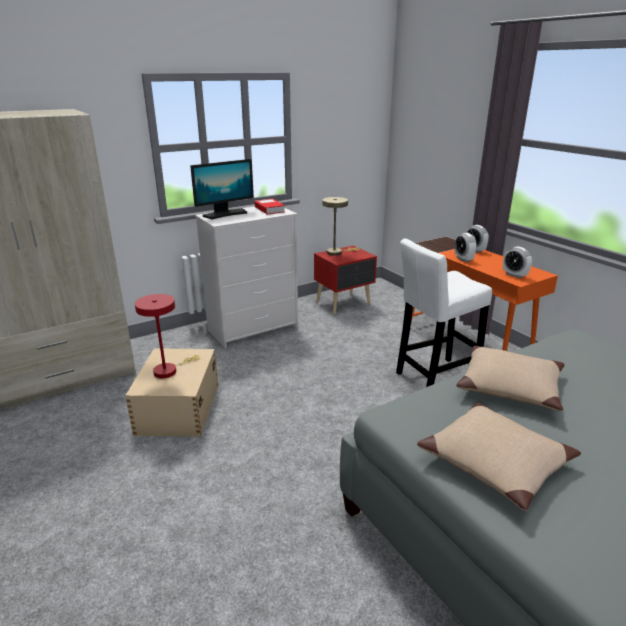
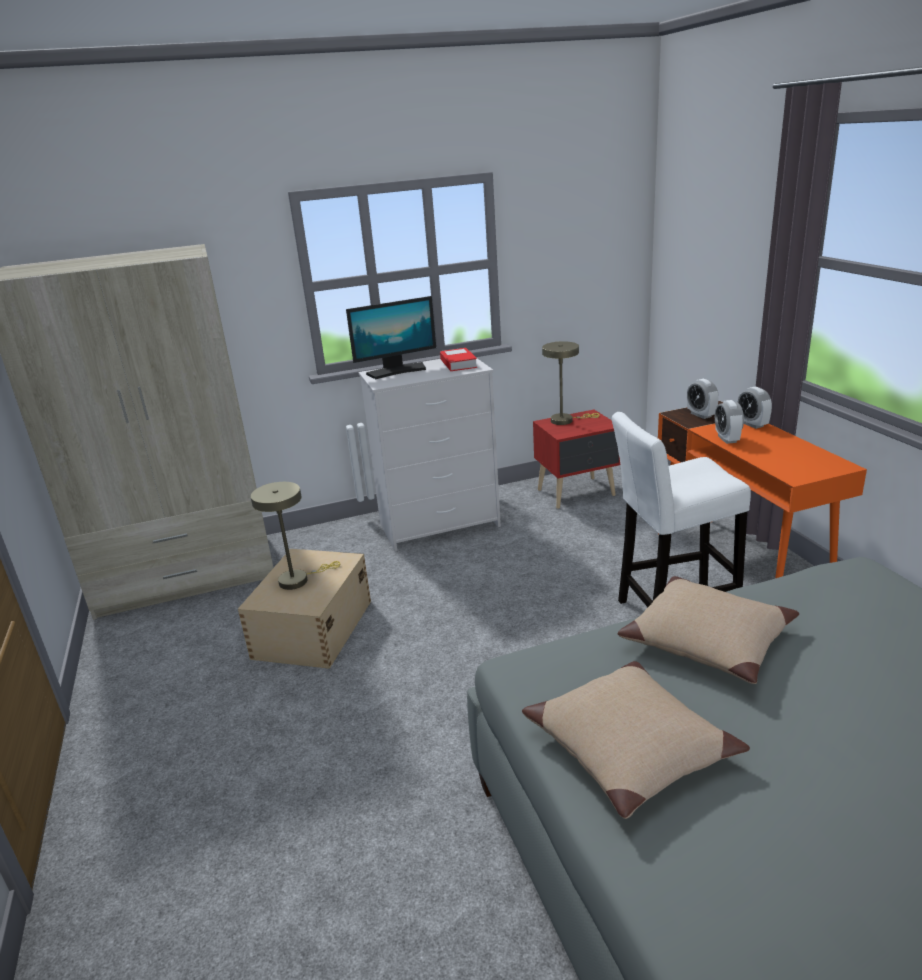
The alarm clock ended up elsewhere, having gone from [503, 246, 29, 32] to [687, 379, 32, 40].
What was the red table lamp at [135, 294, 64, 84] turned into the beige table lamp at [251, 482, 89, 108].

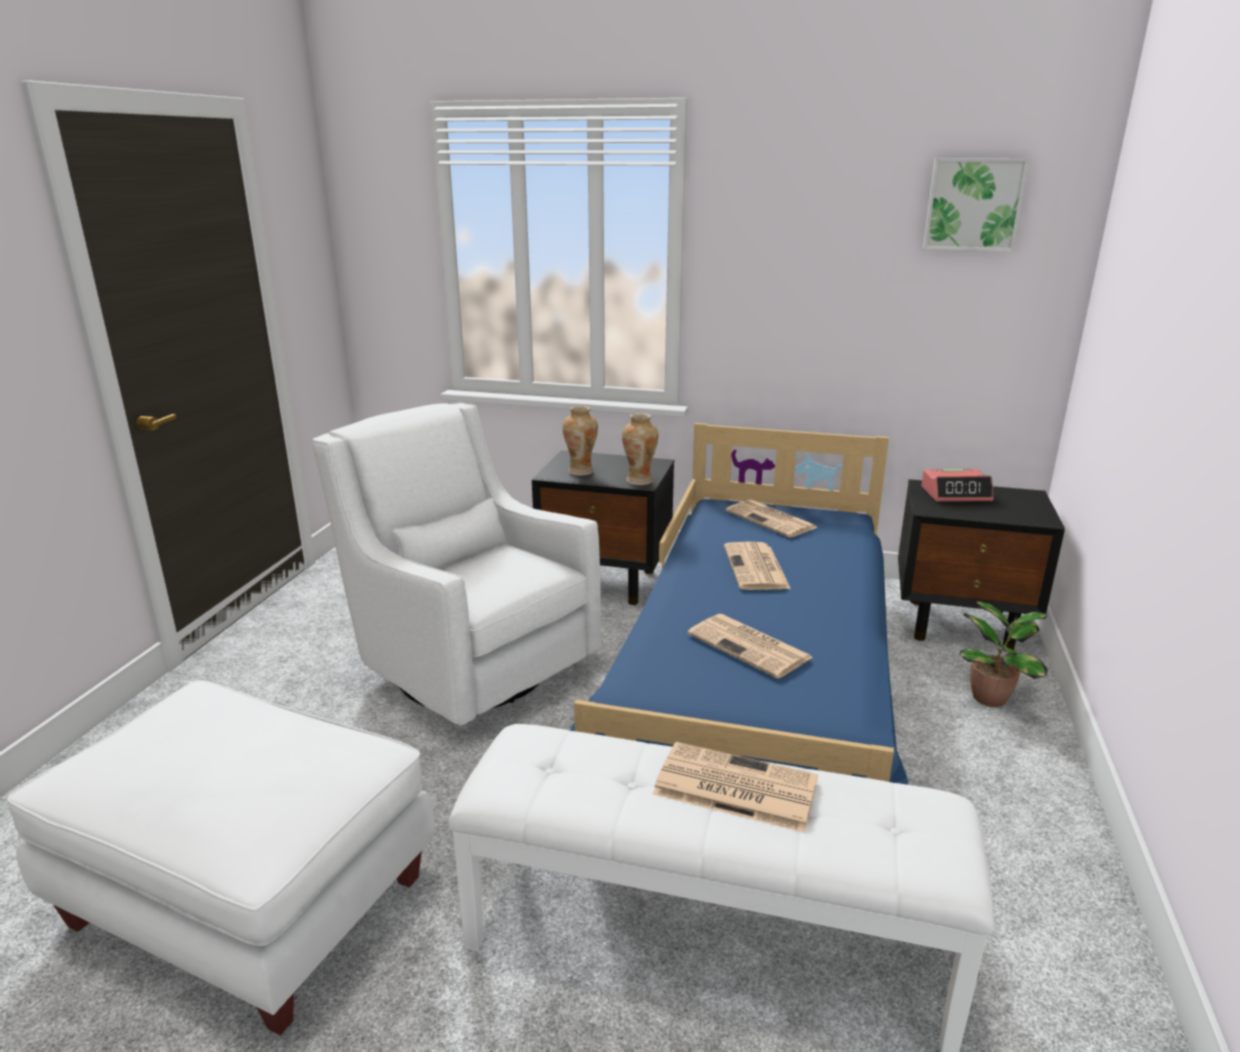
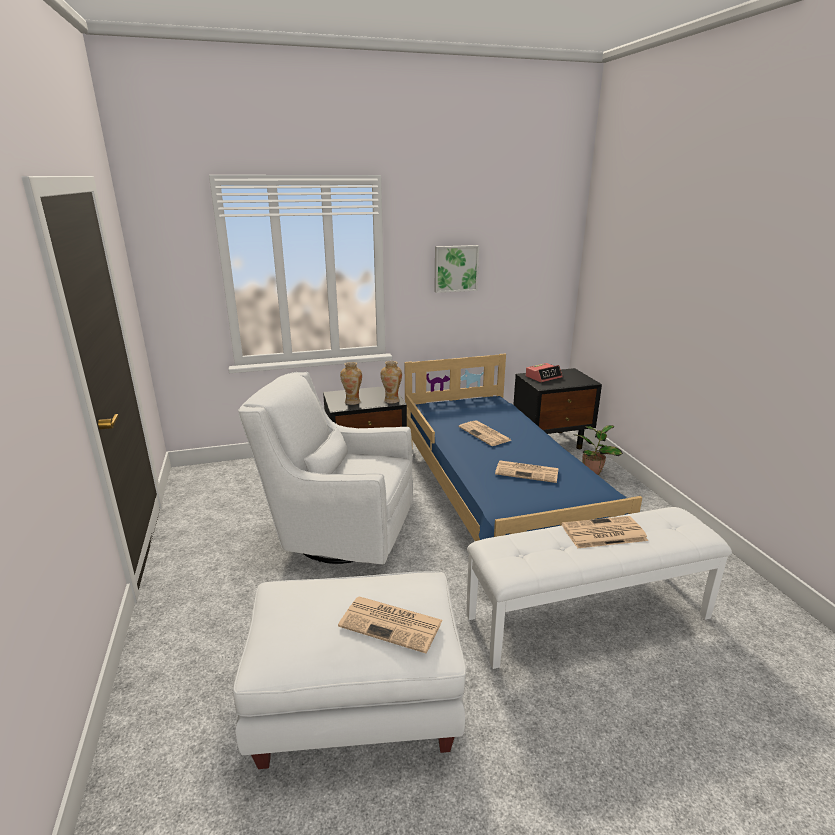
The newspaper ended up elsewhere, having gone from [726, 499, 91, 39] to [338, 597, 105, 56].
The picture ended up elsewhere, having gone from [923, 158, 106, 94] to [434, 245, 45, 48].

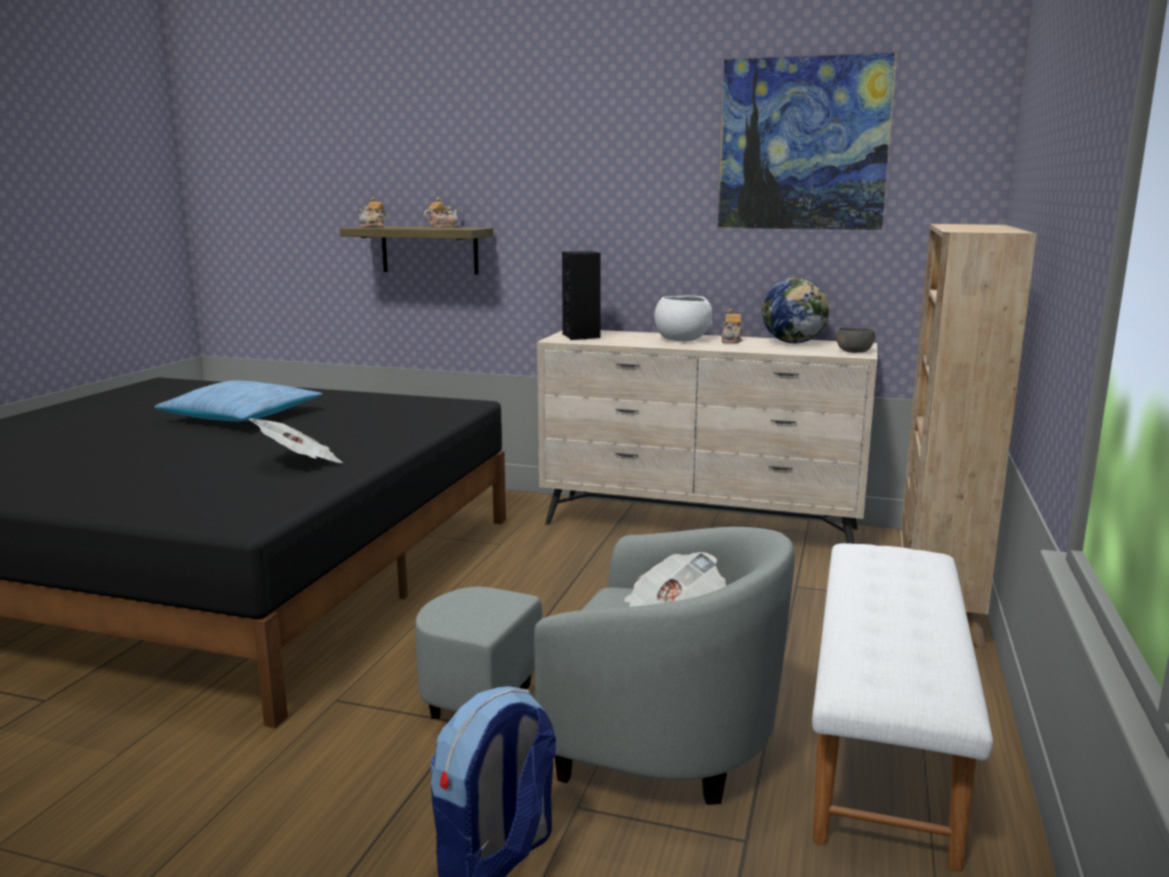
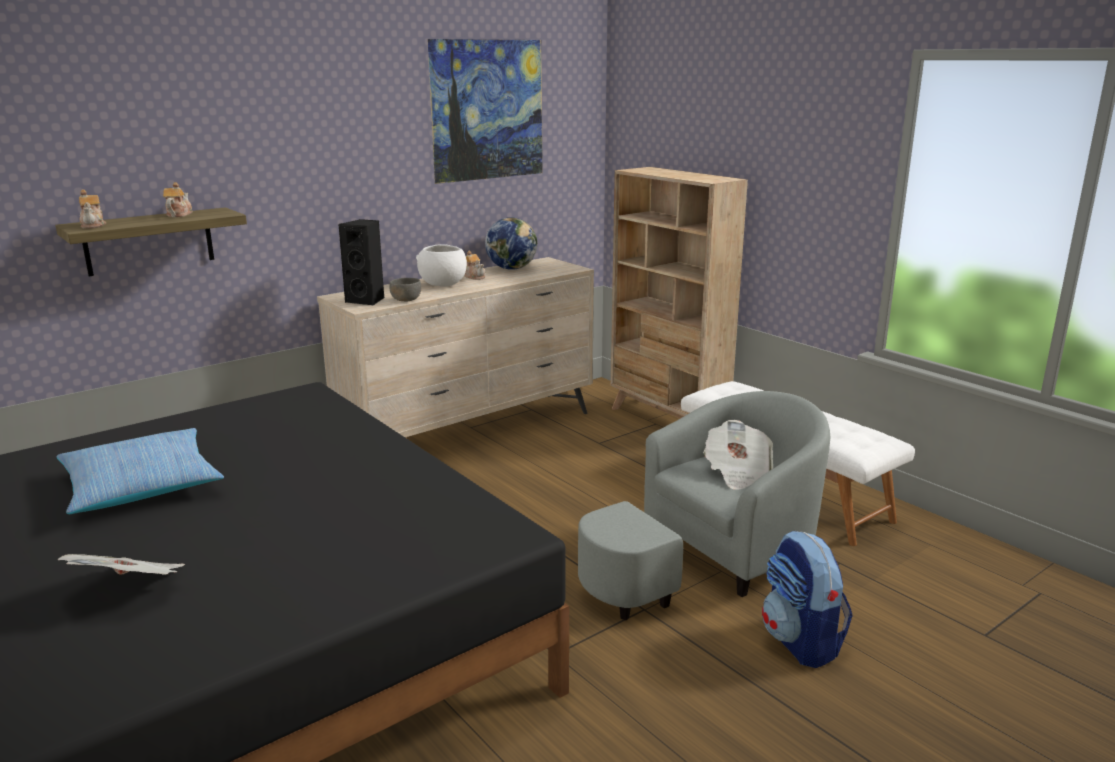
The newspaper ended up elsewhere, having gone from [249, 418, 94, 45] to [58, 554, 127, 21].
The grey bowl ended up elsewhere, having gone from [836, 327, 39, 26] to [389, 278, 32, 23].

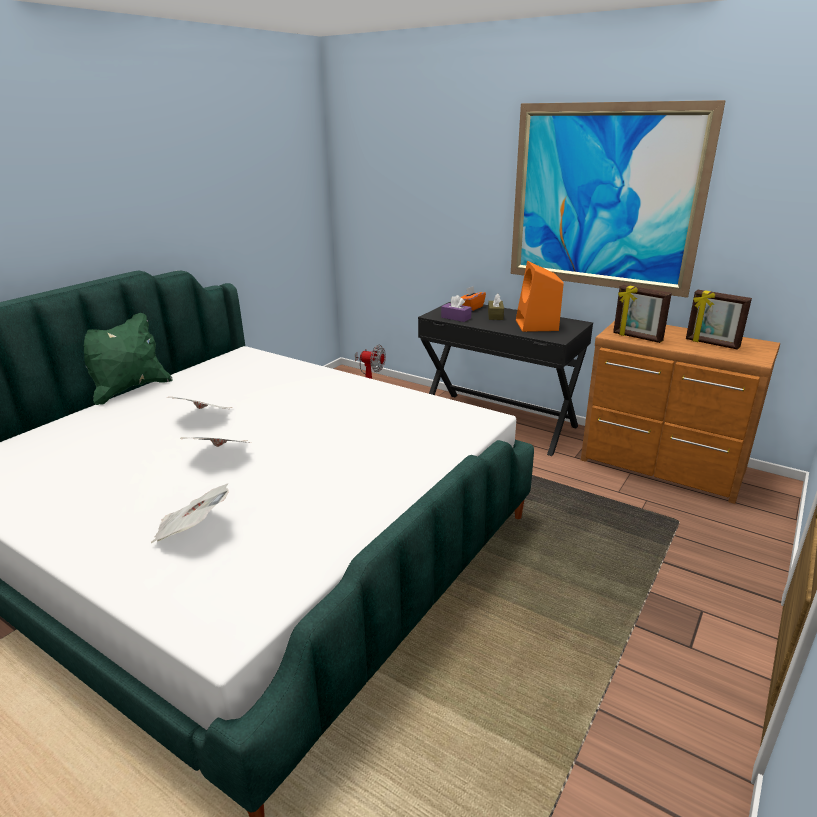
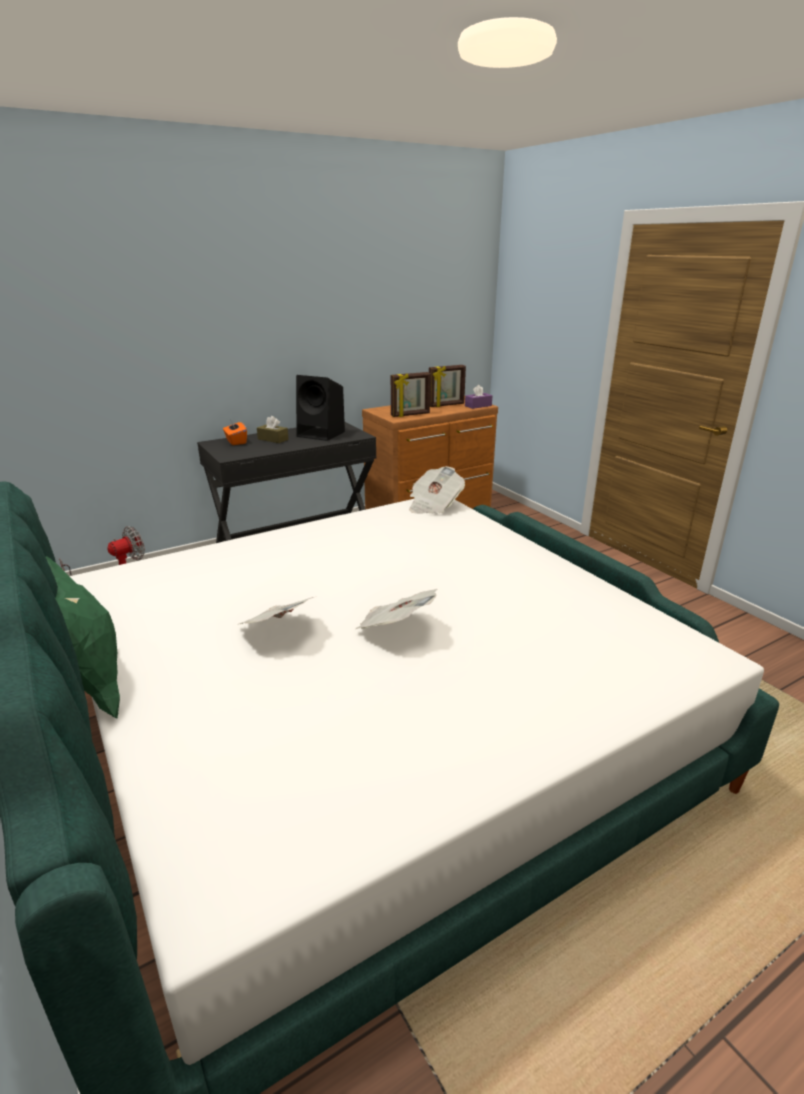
The second view lost the picture at [511, 100, 215, 198].
The newspaper ended up elsewhere, having gone from [150, 483, 79, 61] to [409, 466, 56, 48].
The purple tissue box ended up elsewhere, having gone from [441, 295, 31, 27] to [465, 385, 27, 24].
What was the orange speaker at [516, 261, 48, 71] turned into the black speaker at [296, 375, 49, 66].

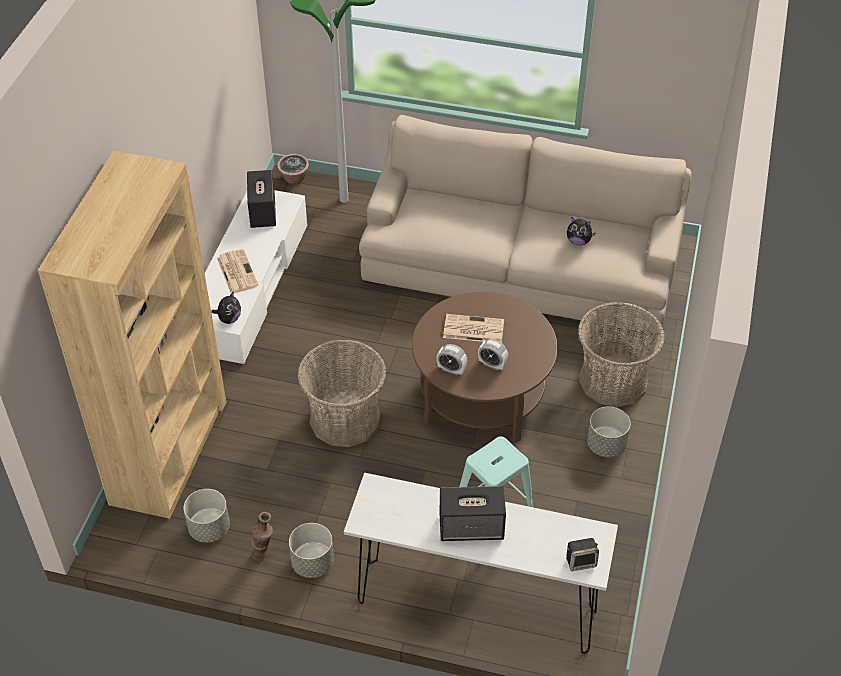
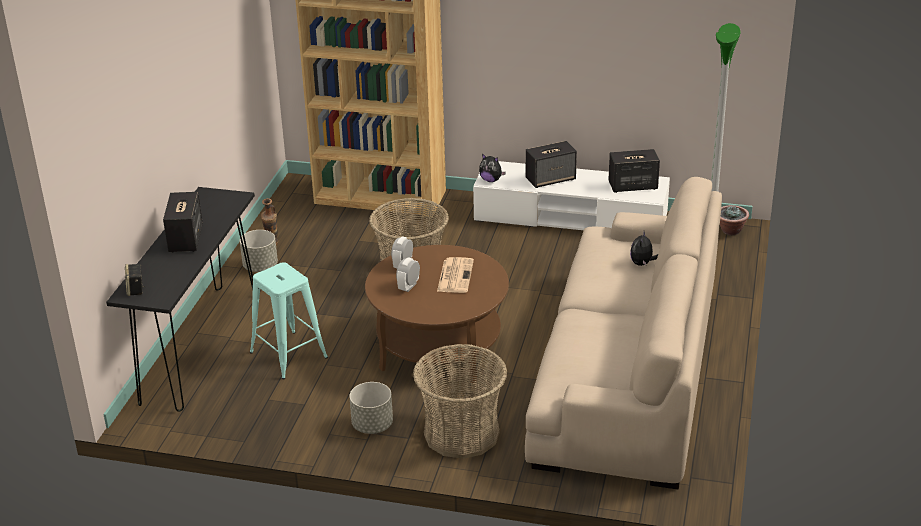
The second view lost the grey planter at [184, 489, 46, 54].
The plush toy ended up elsewhere, having gone from [567, 218, 28, 27] to [630, 231, 28, 35].
Where the newspaper stood at [217, 249, 42, 44], the speaker came to stand at [526, 141, 51, 47].
What was the white console table at [344, 473, 274, 181] turned into the black console table at [106, 187, 149, 225].

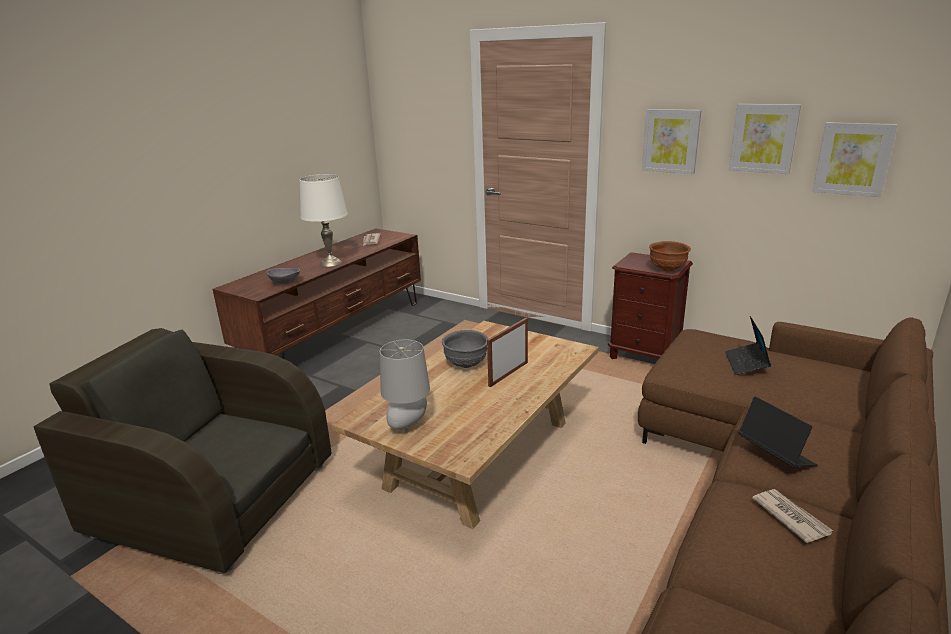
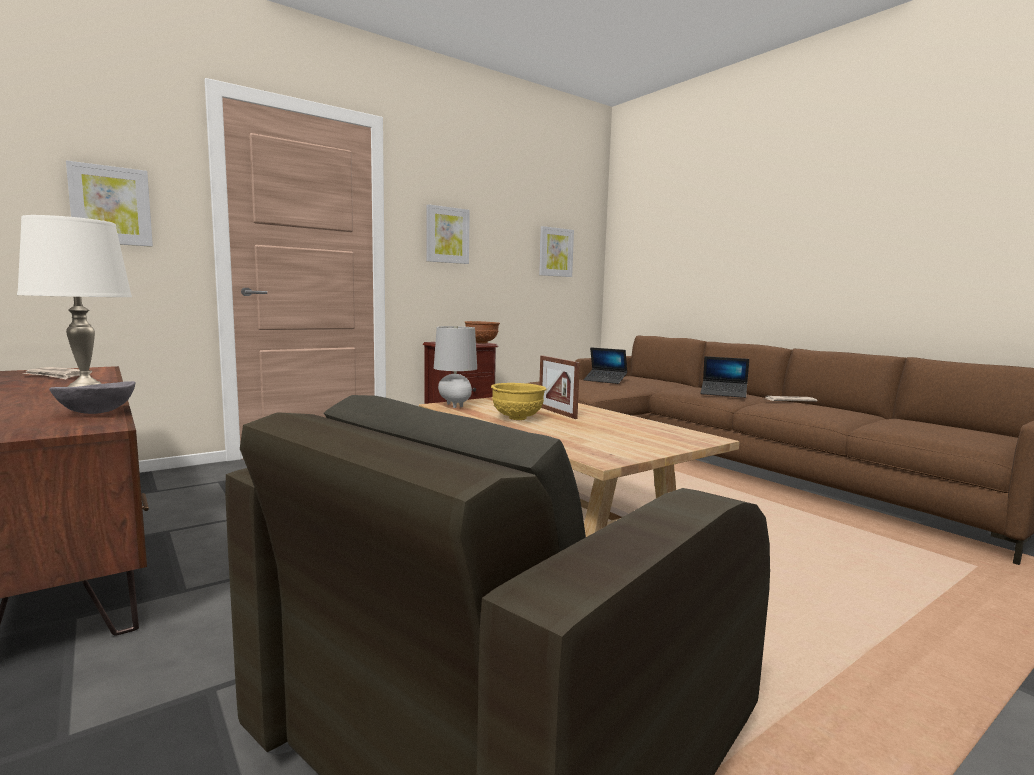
The grey table lamp ended up elsewhere, having gone from [380, 340, 50, 93] to [434, 326, 43, 82].
The picture ended up elsewhere, having gone from [729, 104, 72, 70] to [66, 160, 87, 87].
What was the grey bowl at [442, 330, 46, 38] turned into the yellow bowl at [491, 383, 55, 37].
The laptop at [738, 396, 80, 71] ended up facing another way, 150 degrees counterclockwise from before.

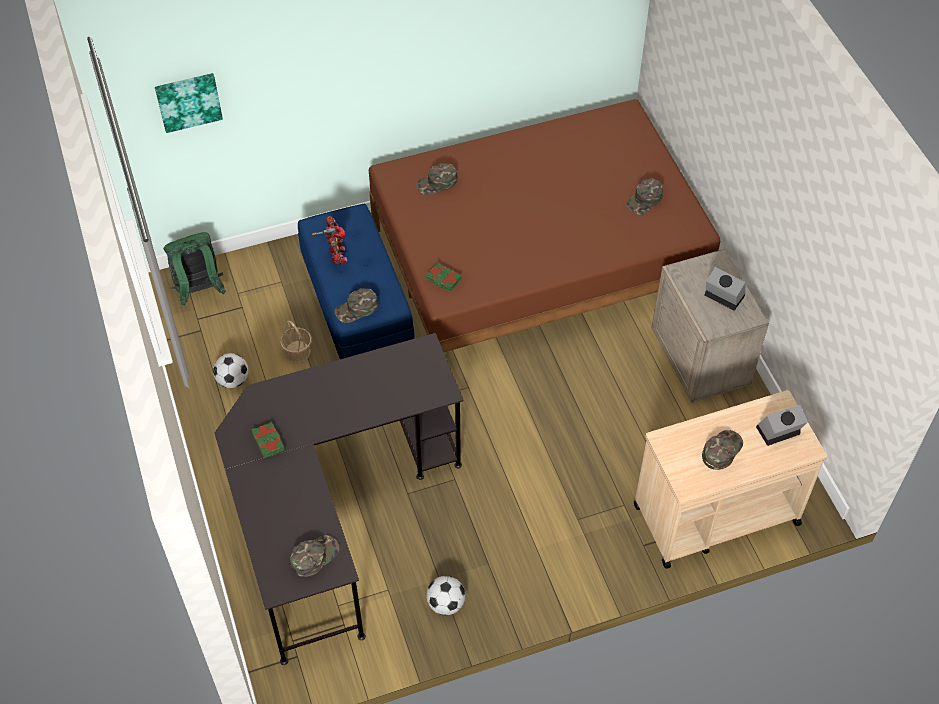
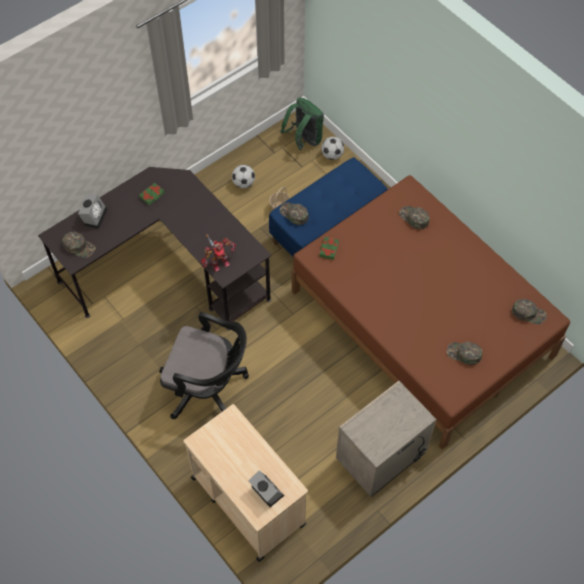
The second view lost the picture at [155, 73, 68, 60].
The second view gained the black office chair at [159, 312, 90, 107].
The toy robot ended up elsewhere, having gone from [312, 216, 36, 49] to [201, 234, 35, 38].
The football ended up elsewhere, having gone from [426, 576, 39, 39] to [321, 137, 23, 23].
The green cap ended up elsewhere, having gone from [702, 430, 41, 40] to [512, 299, 35, 25].
The alarm clock ended up elsewhere, having gone from [704, 267, 42, 44] to [78, 194, 30, 35].

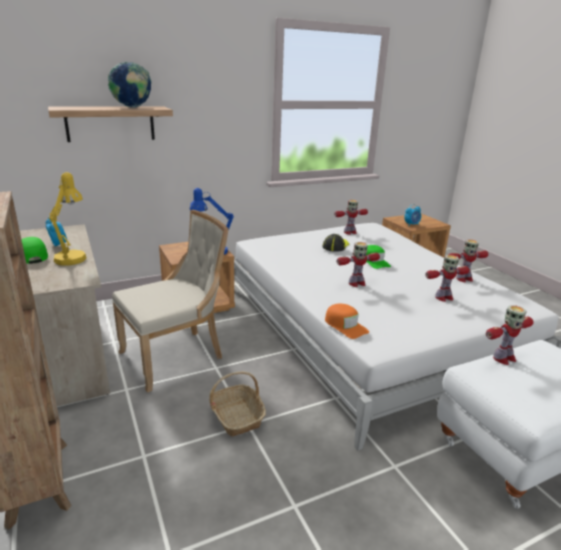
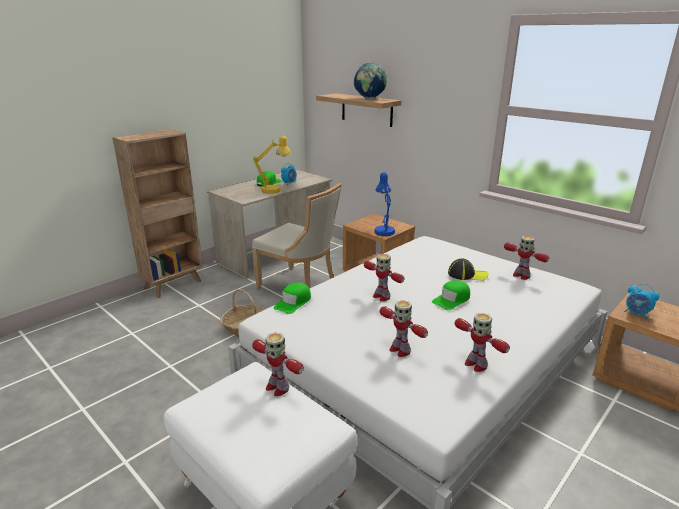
What was the orange cap at [325, 304, 44, 35] turned into the green cap at [274, 283, 37, 31].

